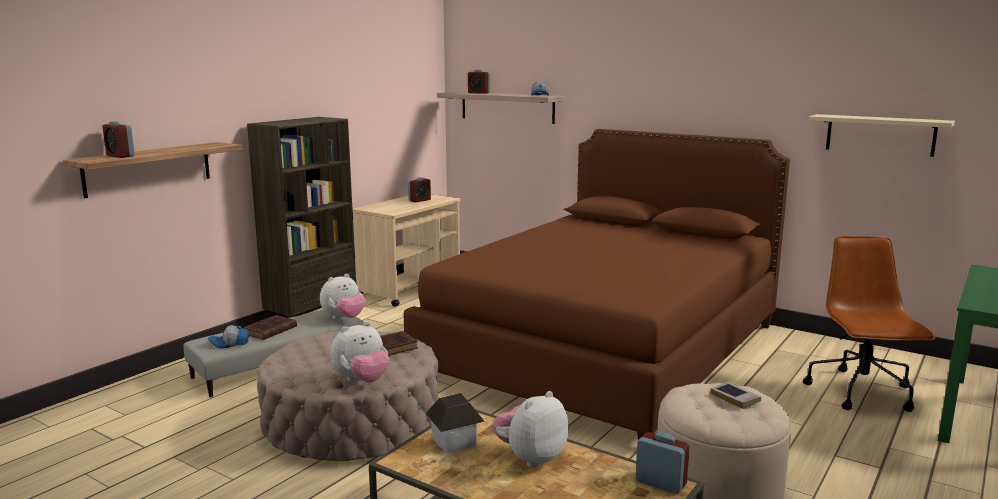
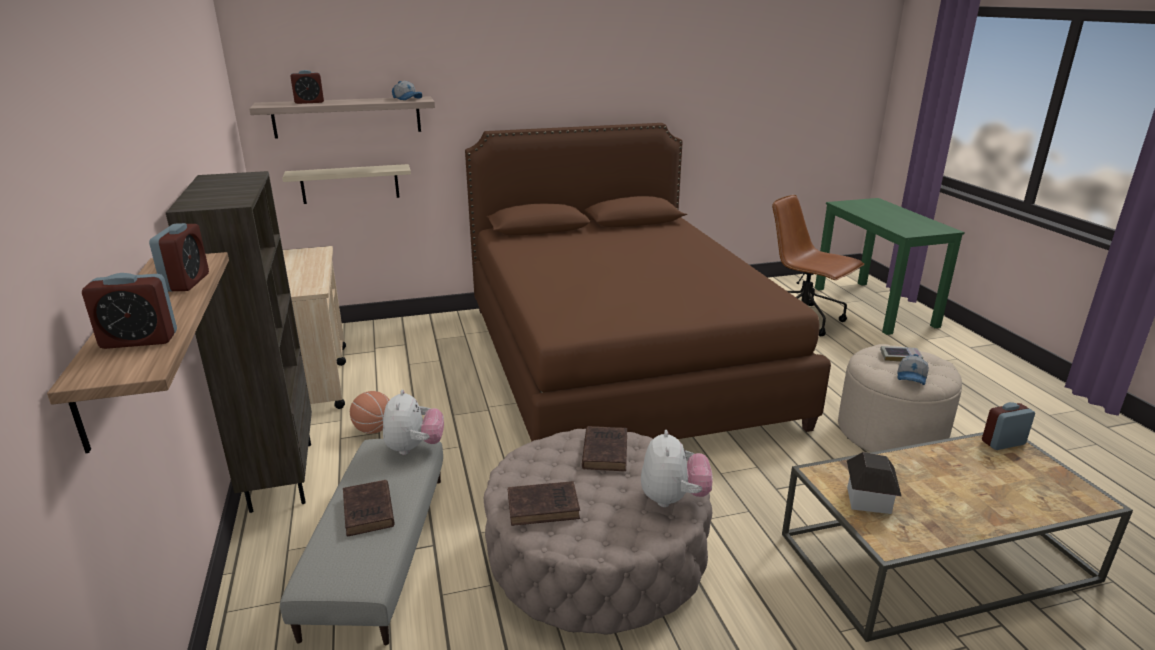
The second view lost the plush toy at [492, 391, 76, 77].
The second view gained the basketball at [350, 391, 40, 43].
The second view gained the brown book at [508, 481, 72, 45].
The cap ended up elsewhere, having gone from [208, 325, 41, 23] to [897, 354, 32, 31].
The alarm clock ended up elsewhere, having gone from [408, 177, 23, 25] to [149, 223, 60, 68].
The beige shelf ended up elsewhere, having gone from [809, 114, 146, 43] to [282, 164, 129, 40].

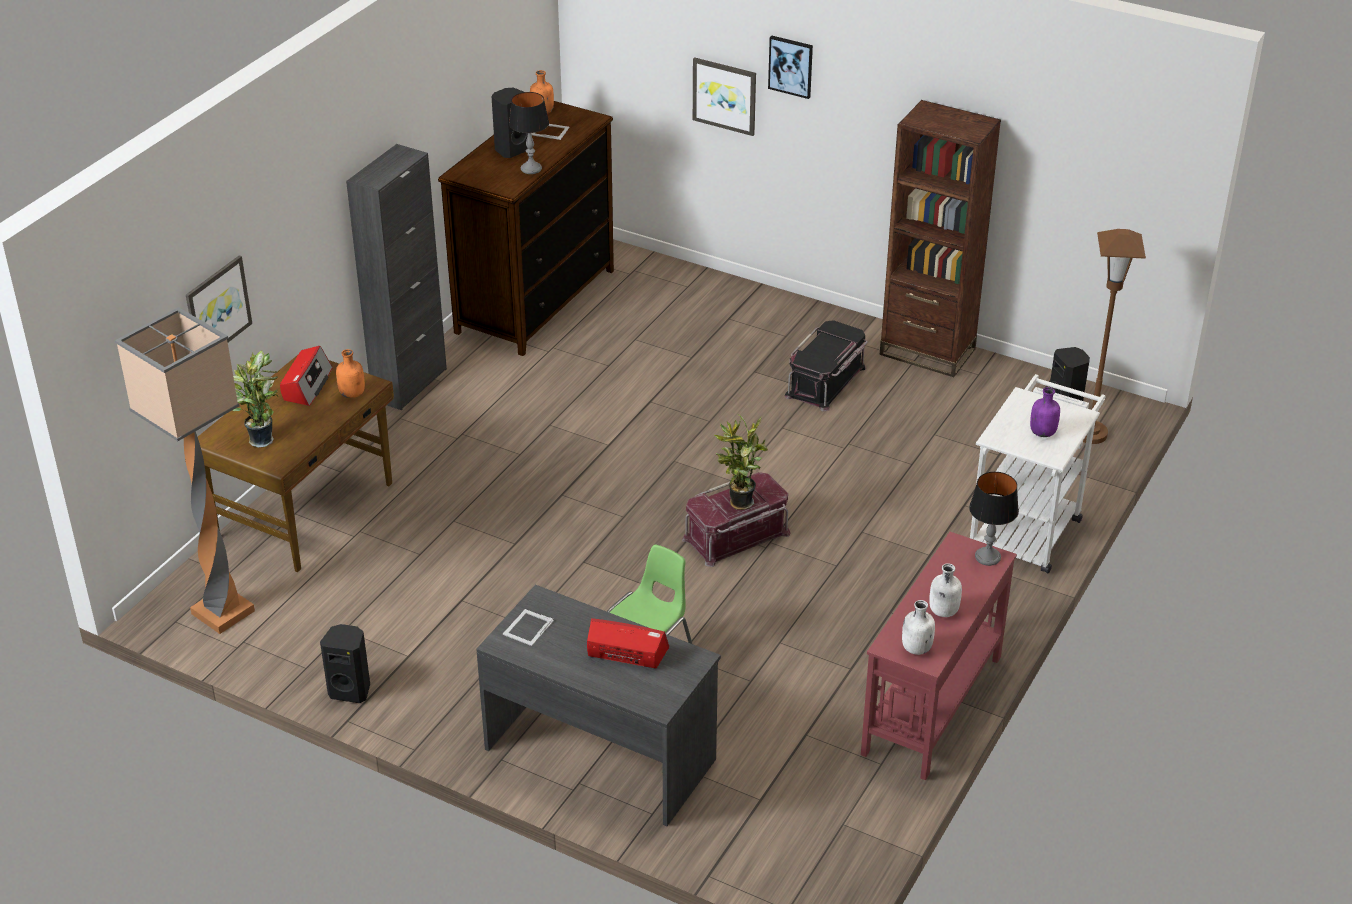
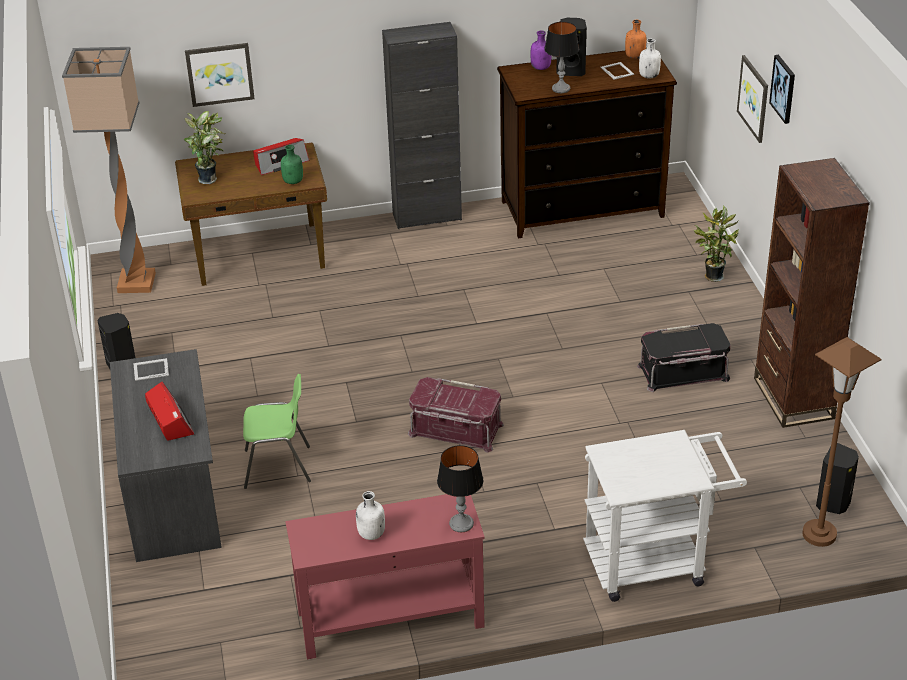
The potted plant ended up elsewhere, having gone from [714, 414, 54, 96] to [694, 205, 45, 77].
The white bottle ended up elsewhere, having gone from [902, 600, 33, 55] to [639, 39, 22, 40].
The purple bottle ended up elsewhere, having gone from [1030, 387, 30, 50] to [531, 31, 21, 39].
What was the orange bottle at [336, 349, 29, 49] turned into the green bottle at [281, 145, 22, 39].

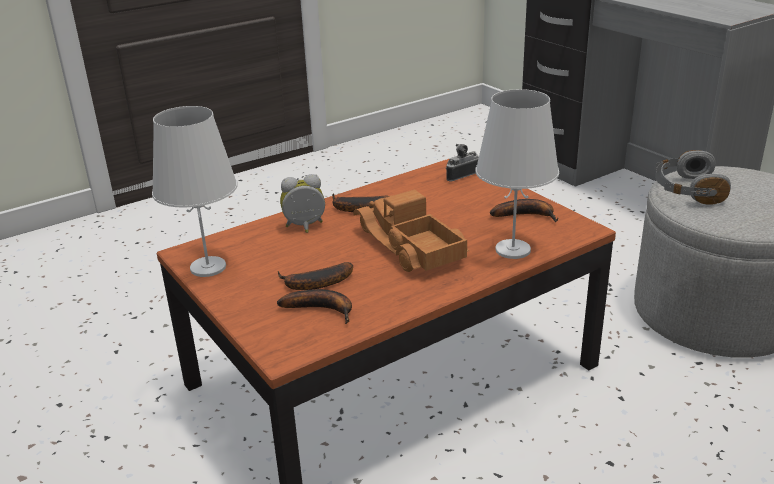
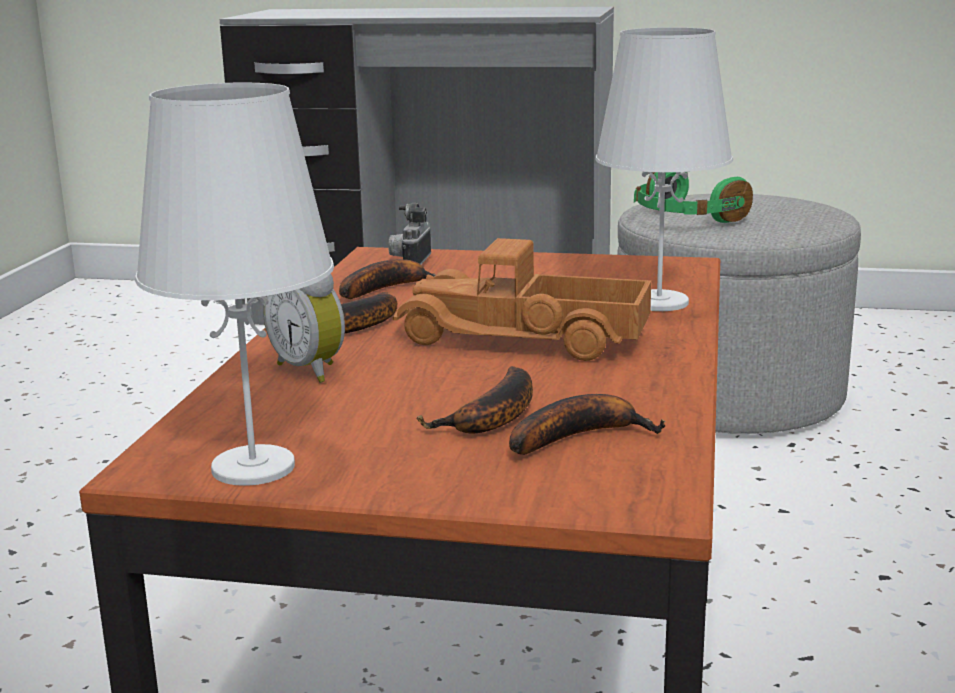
The banana ended up elsewhere, having gone from [490, 199, 69, 23] to [339, 259, 97, 40].
What was the grey headphones at [654, 150, 77, 55] turned into the green headphones at [634, 172, 119, 51].
The alarm clock at [280, 174, 45, 59] ended up facing another way, 75 degrees counterclockwise from before.

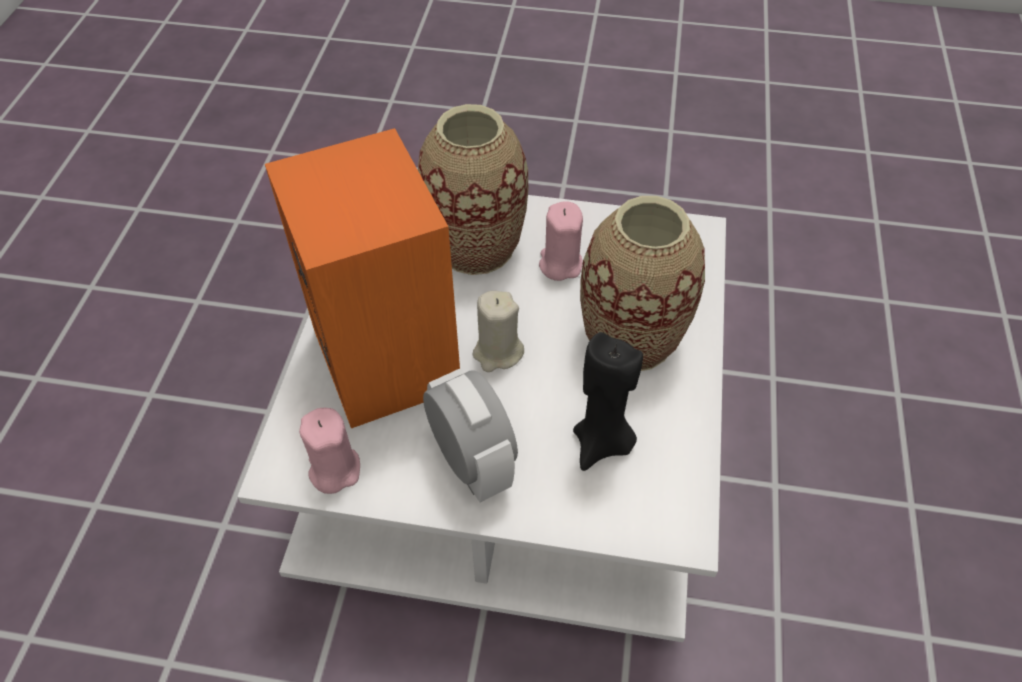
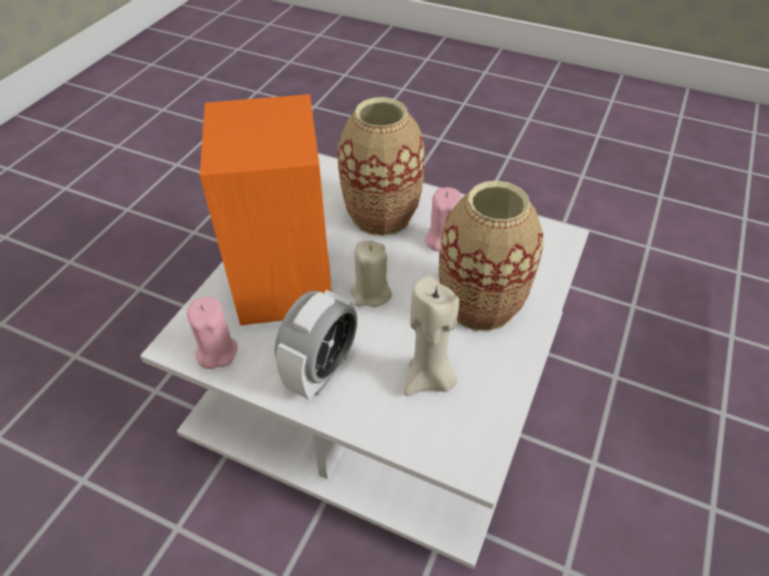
What was the black candle at [573, 332, 70, 139] turned into the beige candle at [404, 276, 55, 120].
The alarm clock at [423, 368, 95, 134] ended up facing another way, 45 degrees clockwise from before.

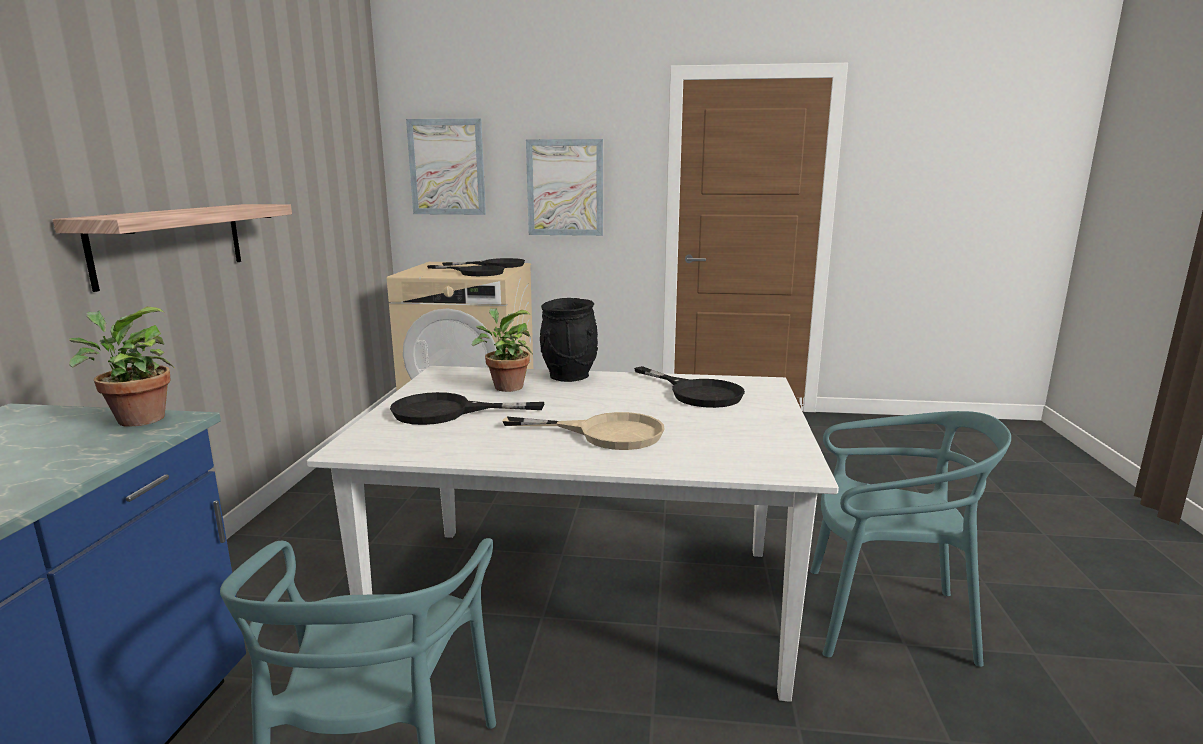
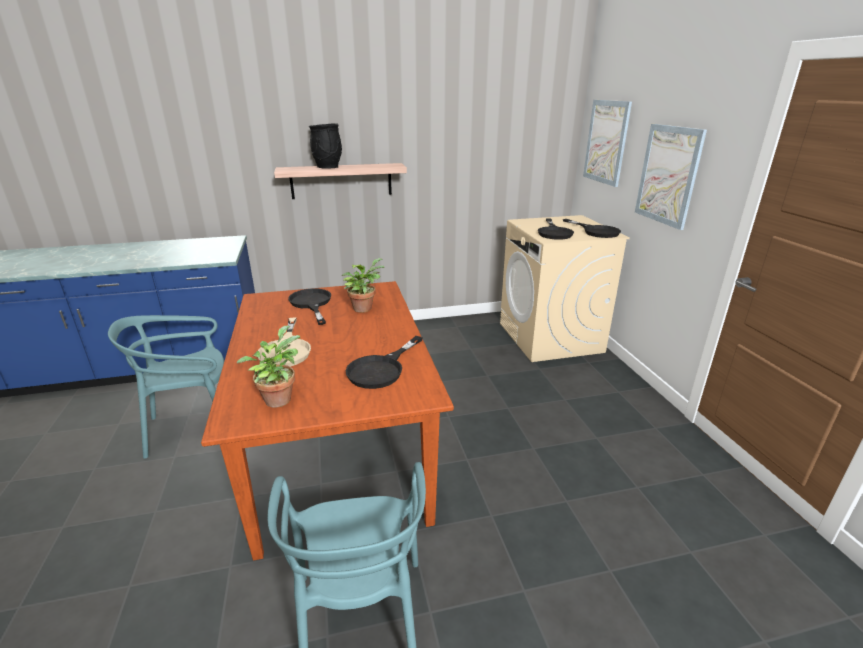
The potted plant ended up elsewhere, having gone from [69, 307, 106, 120] to [237, 326, 63, 82].
The black vase ended up elsewhere, having gone from [540, 298, 58, 84] to [309, 123, 33, 46].
What was the white dining table at [307, 366, 532, 336] turned into the brown dining table at [201, 281, 253, 279].

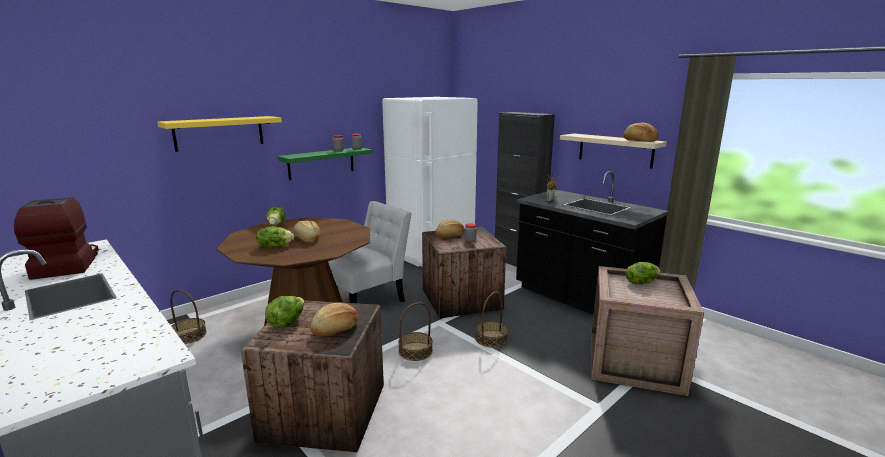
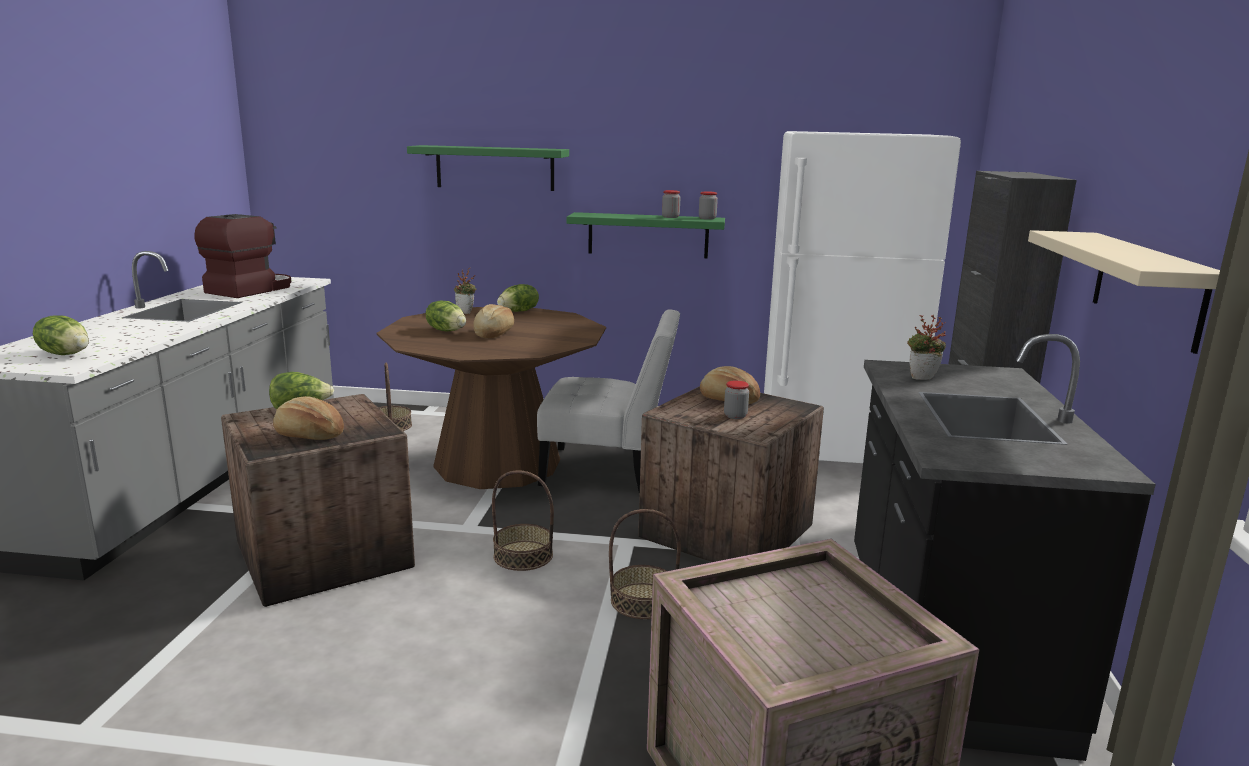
The second view lost the bread at [624, 123, 34, 19].
The second view gained the potted plant at [454, 267, 23, 47].
The lettuce ended up elsewhere, having gone from [626, 262, 34, 23] to [33, 316, 56, 39].
What was the yellow shelf at [157, 116, 125, 36] turned into the green shelf at [407, 145, 162, 46].

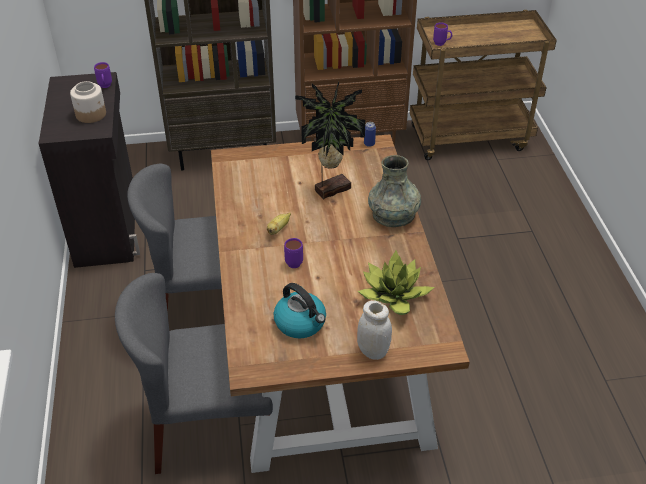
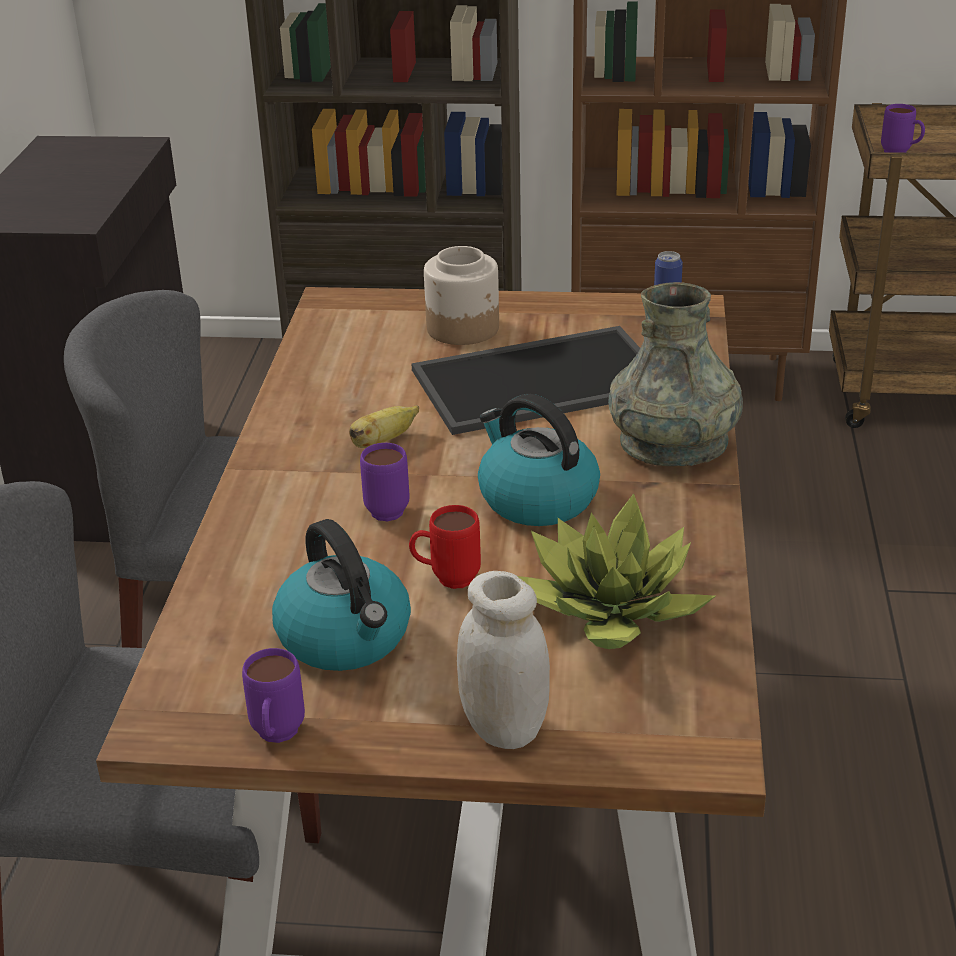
The second view gained the red mug at [409, 505, 72, 84].
The second view gained the kettle at [478, 394, 122, 132].
The jar ended up elsewhere, having gone from [70, 81, 36, 42] to [424, 246, 75, 99].
The purple mug ended up elsewhere, having gone from [94, 62, 18, 26] to [242, 648, 63, 95].
Where the potted plant stood at [295, 82, 71, 117], the tray came to stand at [411, 326, 229, 109].

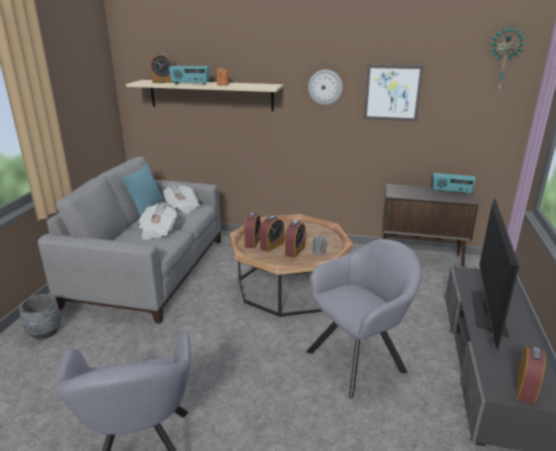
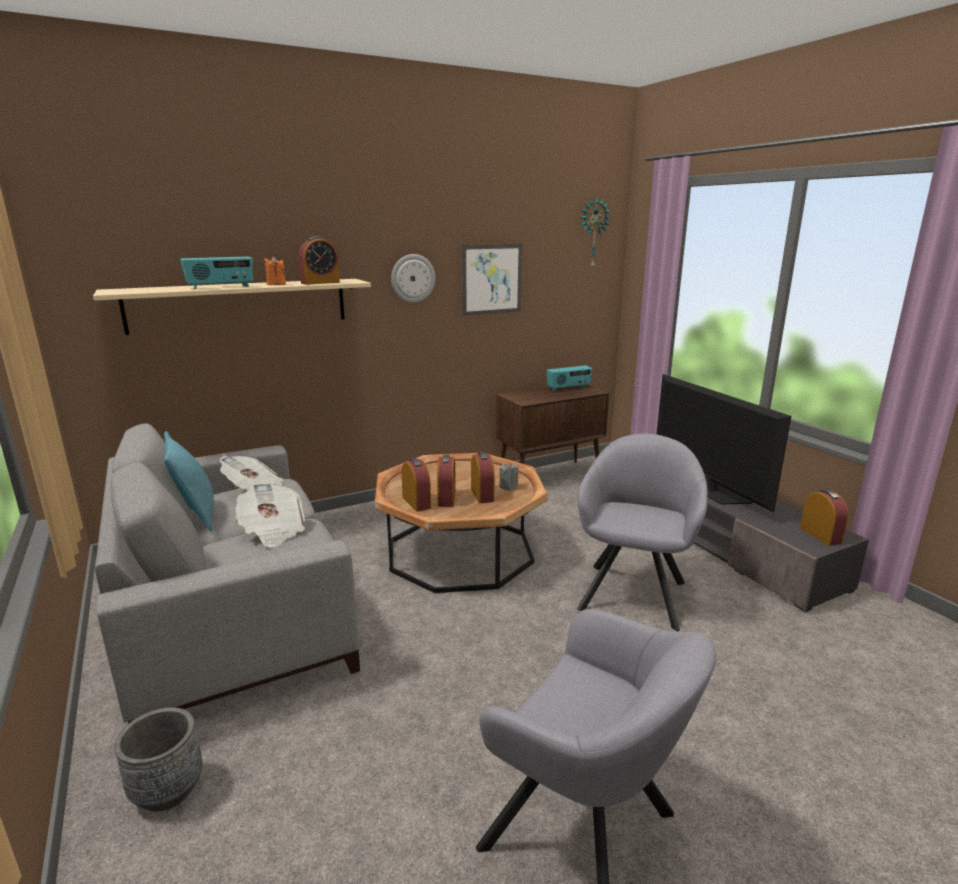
The alarm clock ended up elsewhere, having gone from [151, 53, 24, 30] to [299, 236, 41, 49].

